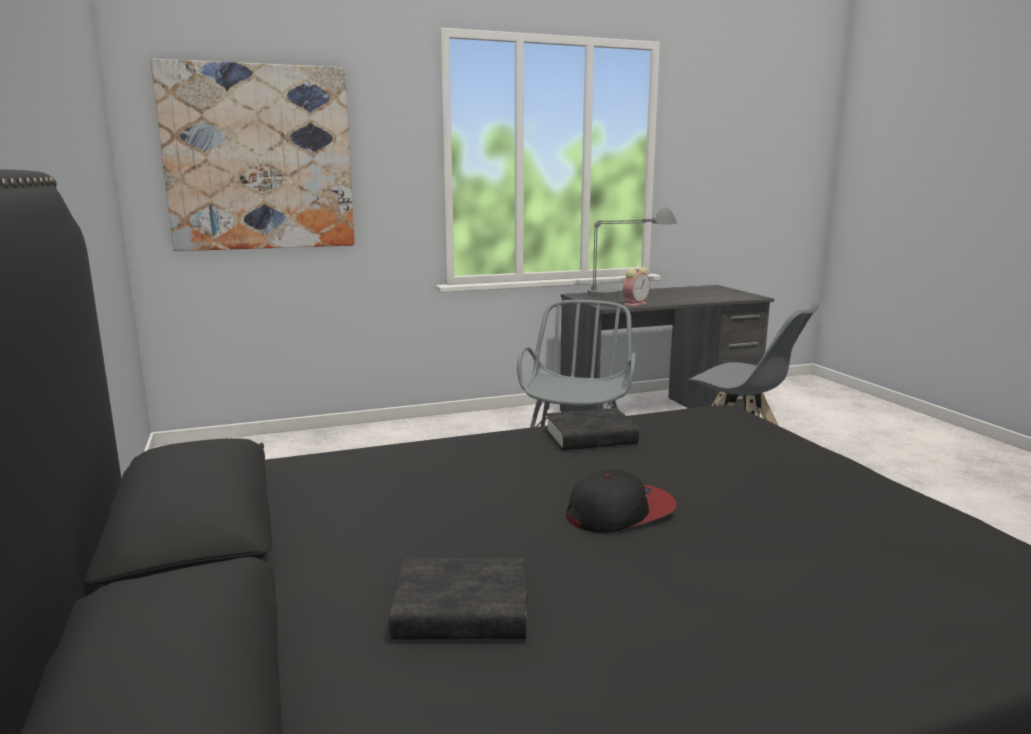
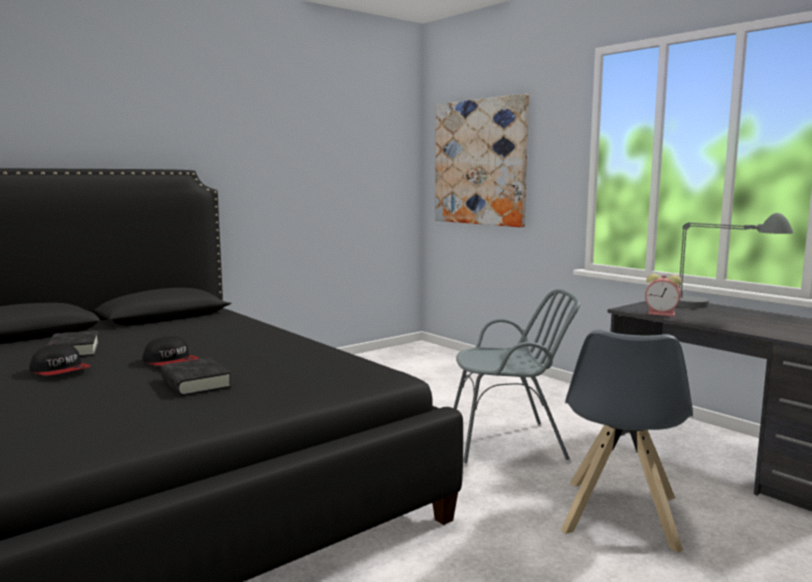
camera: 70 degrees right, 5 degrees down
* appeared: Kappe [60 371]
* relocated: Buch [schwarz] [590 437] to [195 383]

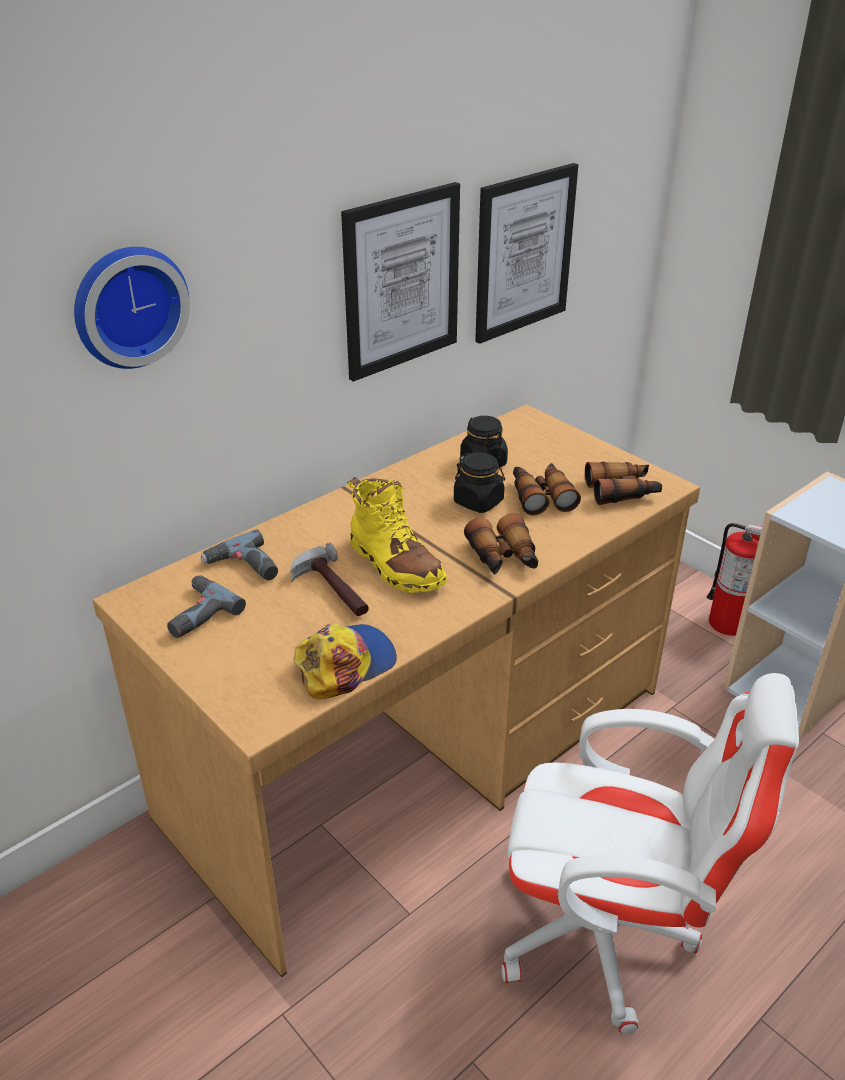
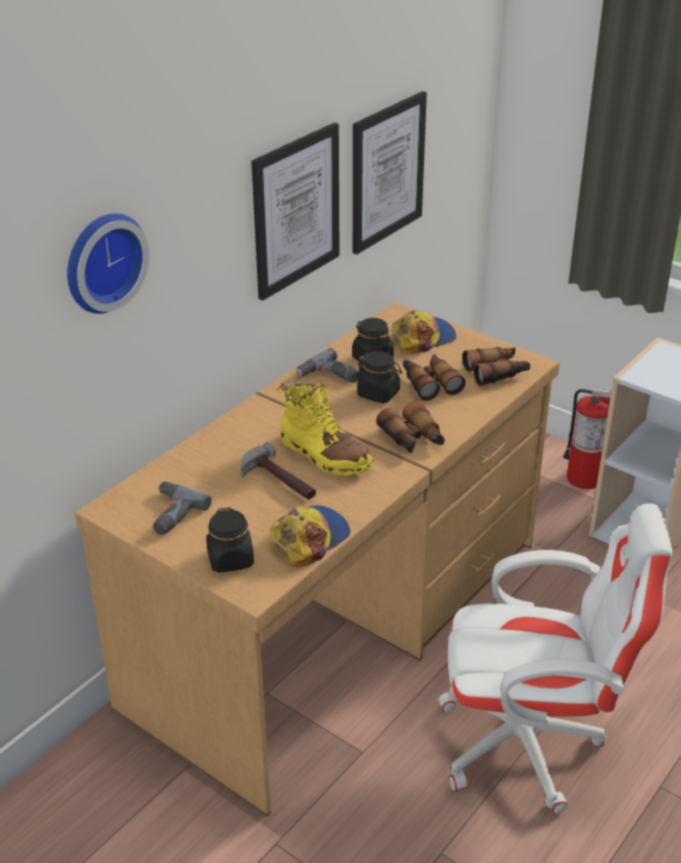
camera: 10 degrees left, 0 degrees up
* appeared: Vorratsglas [schwarz] [230 559]
* relocated: Bohrmaschine [243 567] to [329 376]
* appeared: Kappe [422 338]

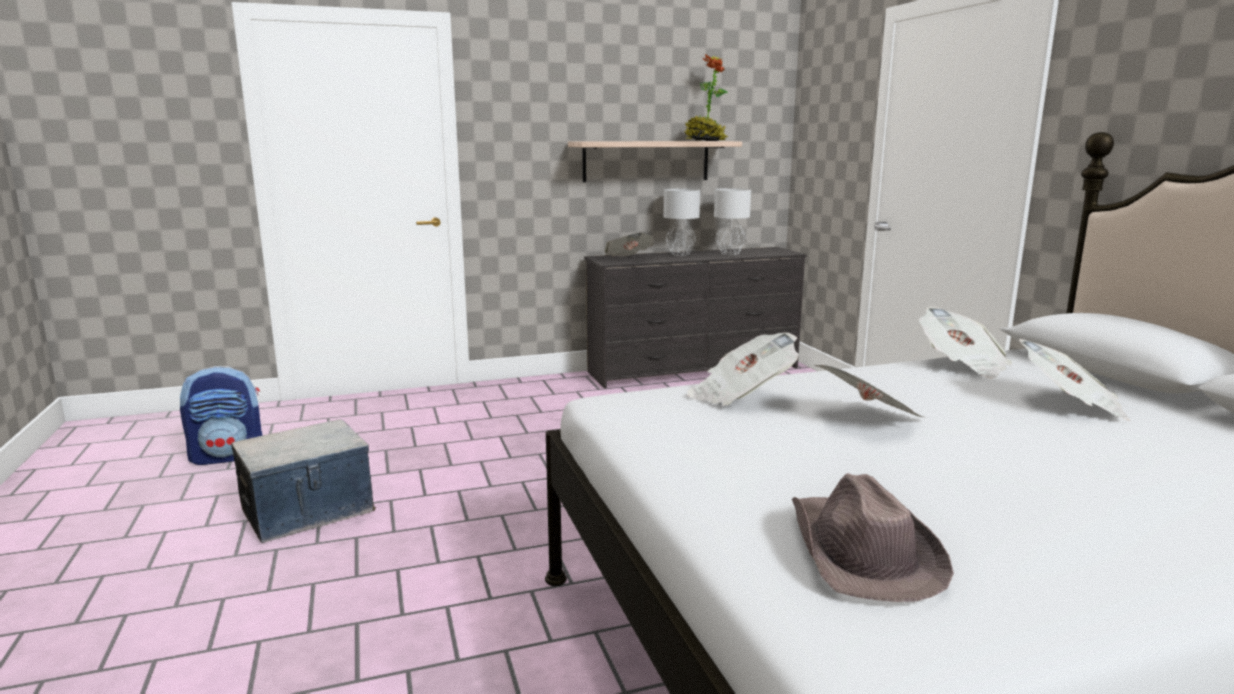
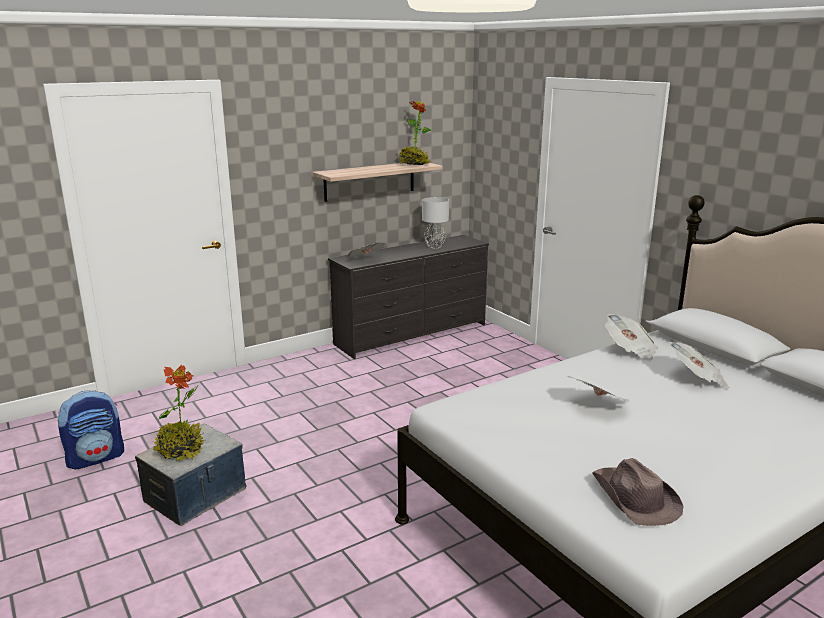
camera: 15 degrees left, 5 degrees up
* appeared: Topfpflanze [180 451]
* missing: Tischlampe [grau] [679 254]
* missing: Zeitung [741 395]

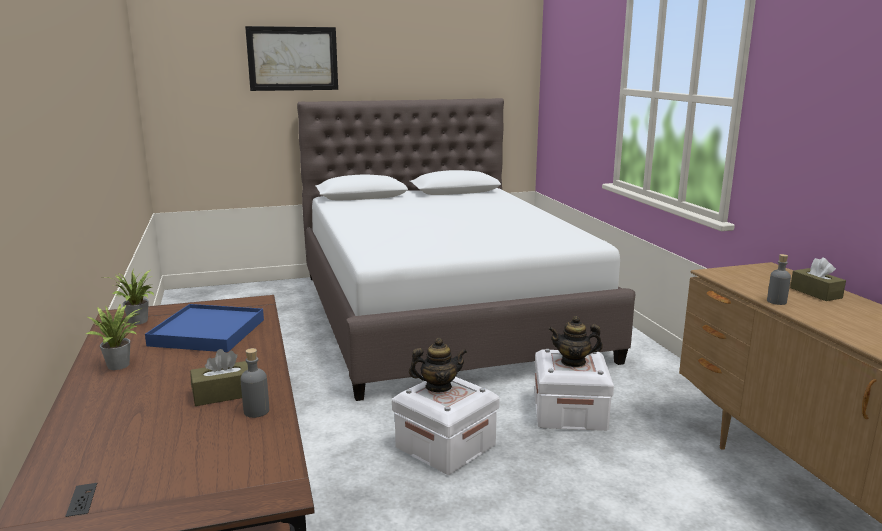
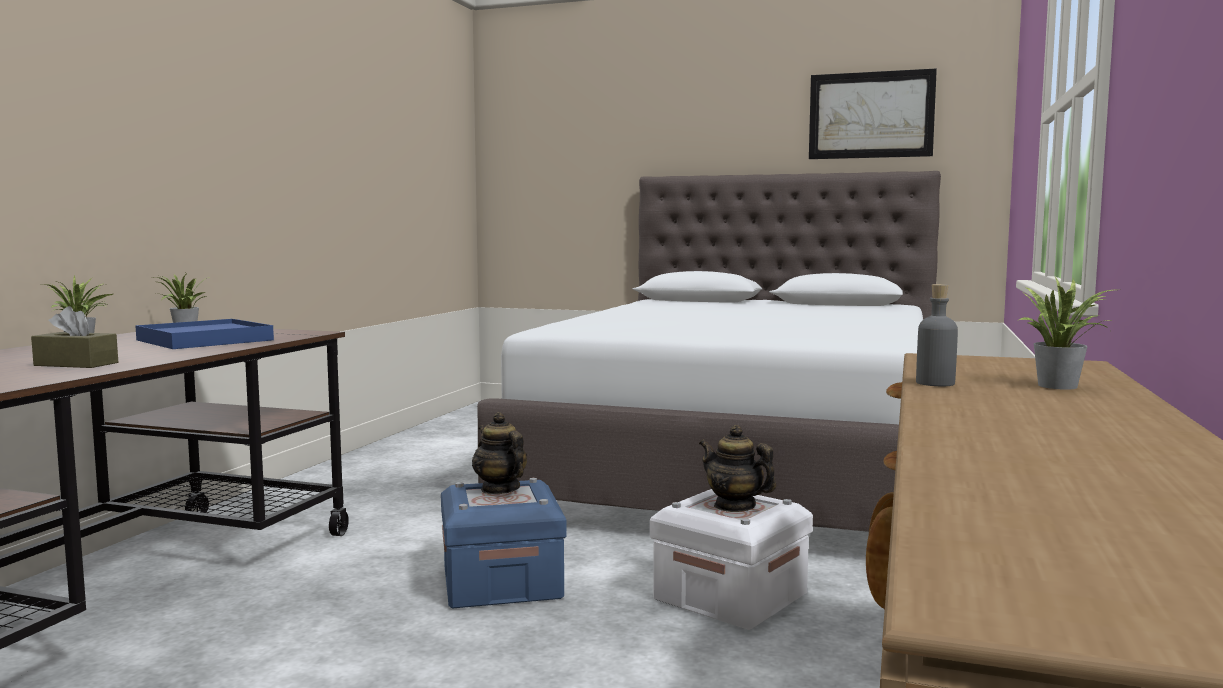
camera: 35 degrees right, 10 degrees down
* colour: Aufbewahrungsbox [weiß] [445 446] to Aufbewahrungsbox [blau] [501 583]
* spun: Teekanne [438 387] = [500 489] 150 degrees counterclockwise
* relocated: Bild [292 58] to [871 115]
* exchanged: Taschentuchbox [braun] [815 293] to Topfpflanze [1063 386]
* missing: Flasche [grau] [256 411]

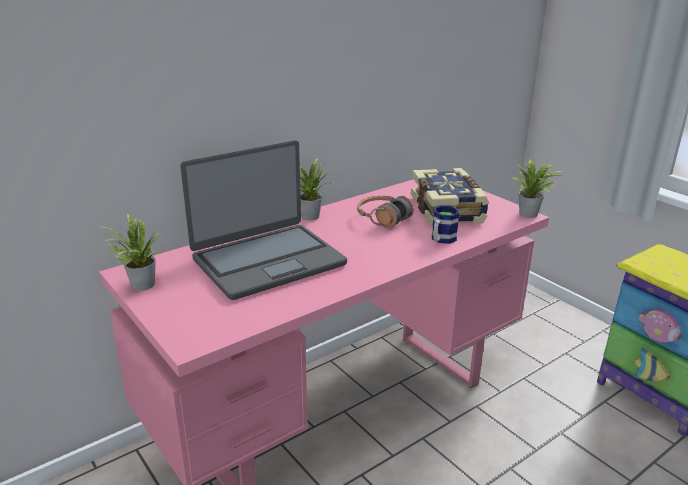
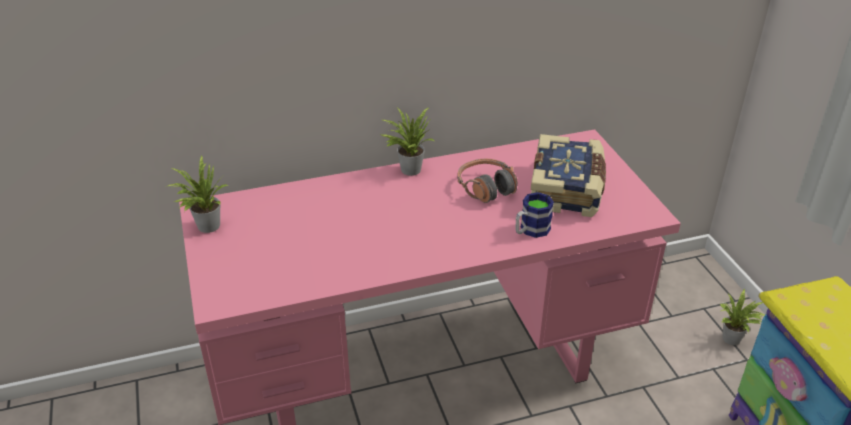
camera: 20 degrees right, 10 degrees up
* relocated: Topfpflanze [530 214] to [733 340]
* missing: Laptop [267 261]

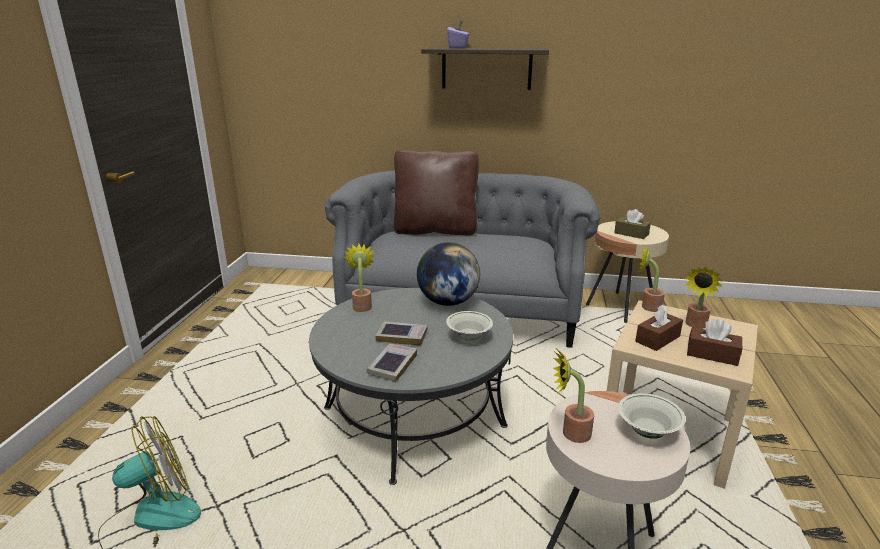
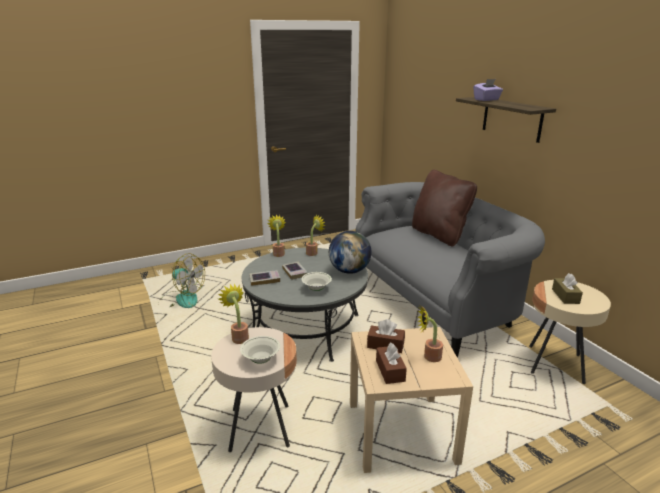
camera: 55 degrees right, 0 degrees up
* relocated: Topfpflanze [647 306] to [278 253]

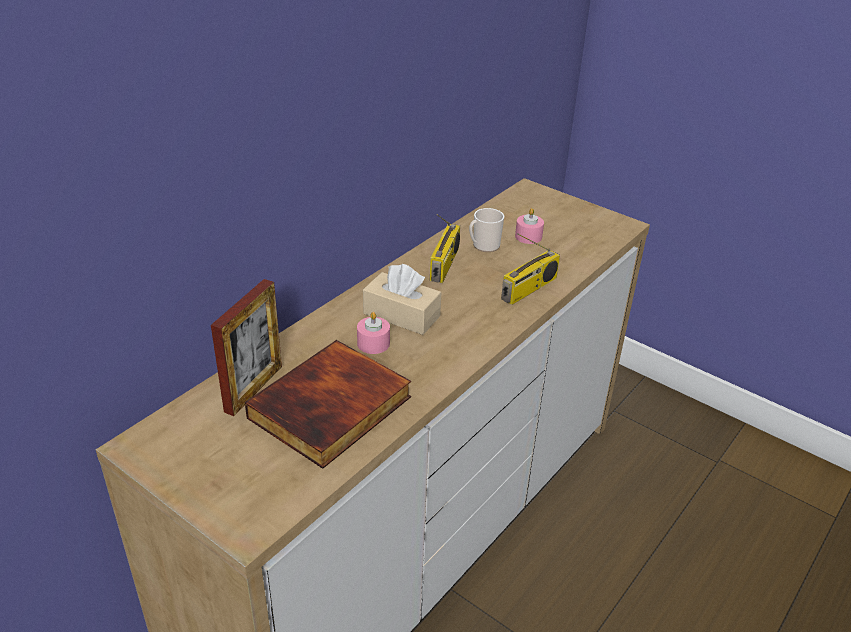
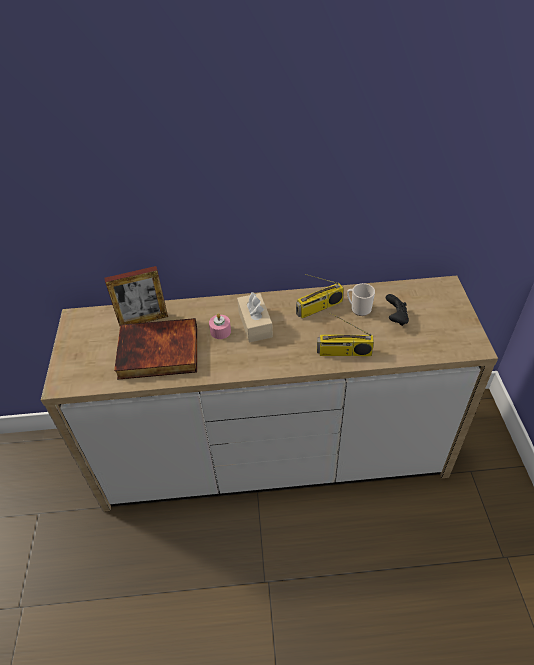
camera: 50 degrees right, 10 degrees up
* exchanged: Kerze [rosa] [528 236] to Gamepad [schwarz] [396 318]

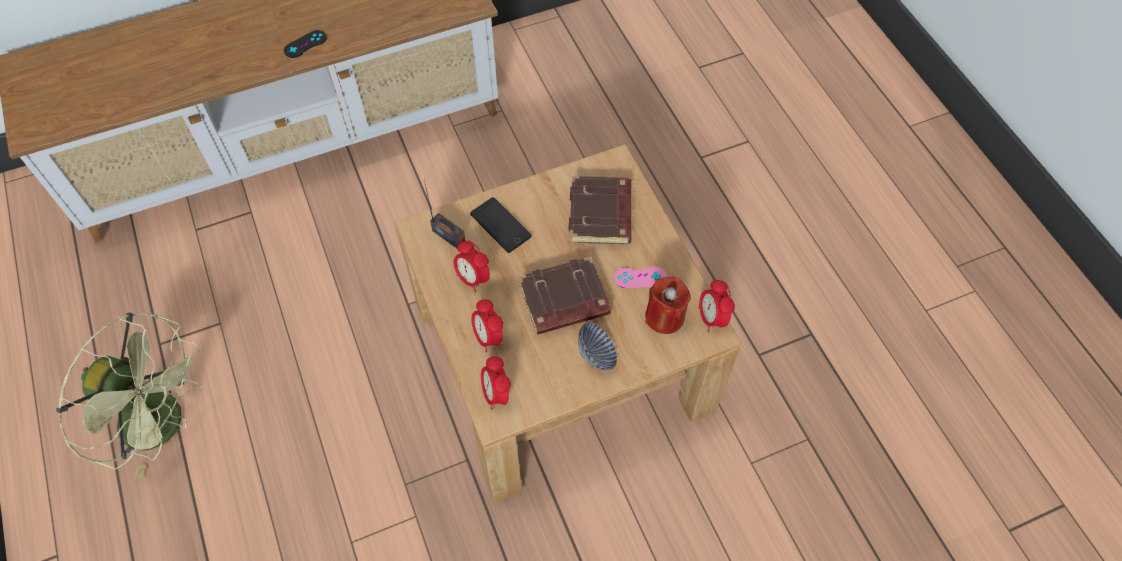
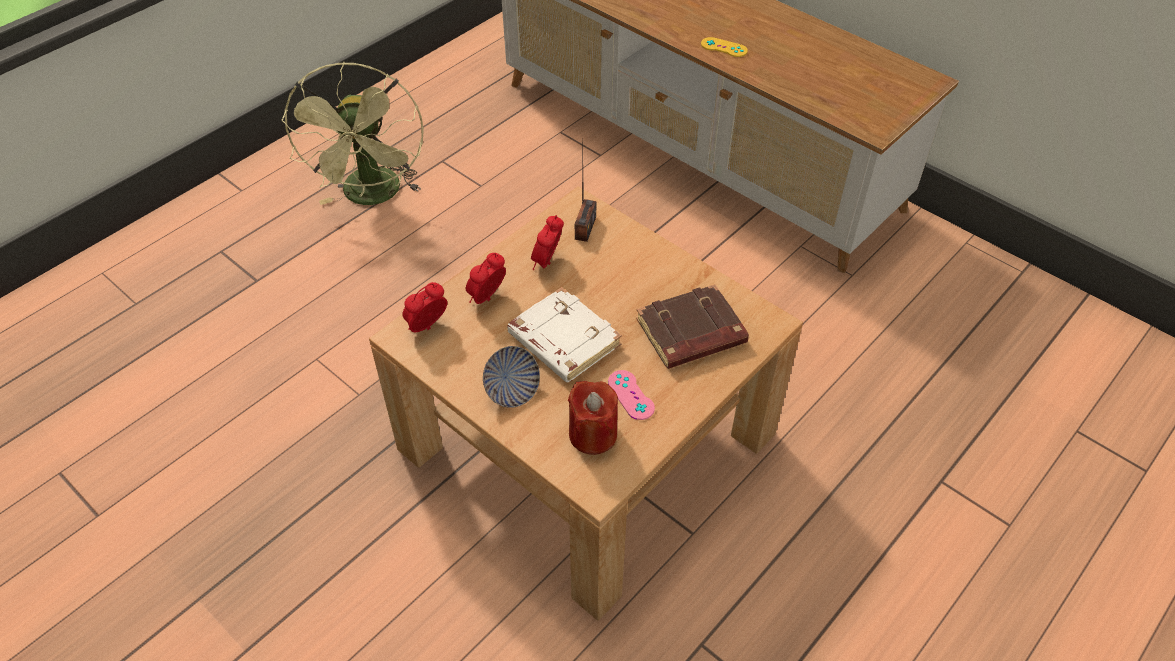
camera: 65 degrees right, 10 degrees down
* colour: Buch [braun] [563 301] to Buch [weiß] [562 340]
* colour: Gamepad [schwarz] [305 44] to Gamepad [gelb] [724 47]
* missing: Handy [500 225]
* missing: Wecker [712 318]

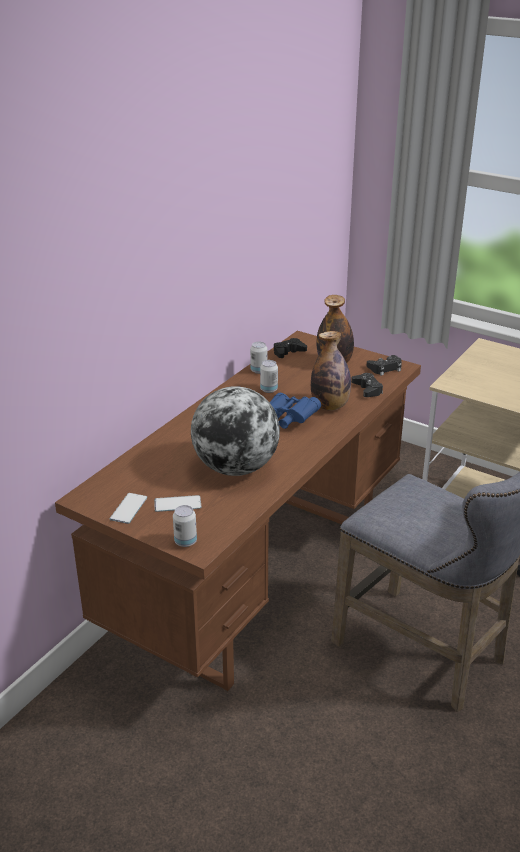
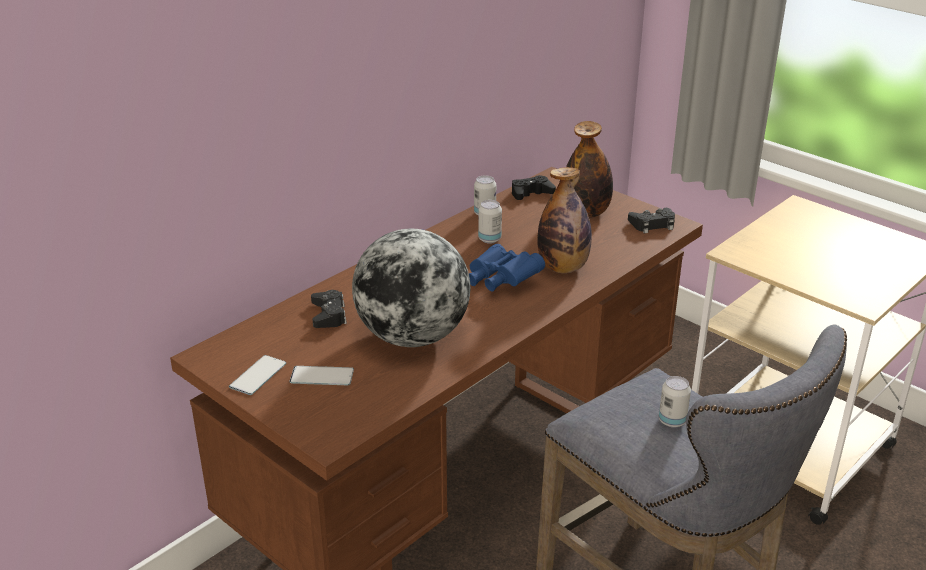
camera: 10 degrees right, 0 degrees up
* relocated: Gamepad [schwarz] [367 389] to [329 315]
* relocated: Dose [185 542] to [672 421]

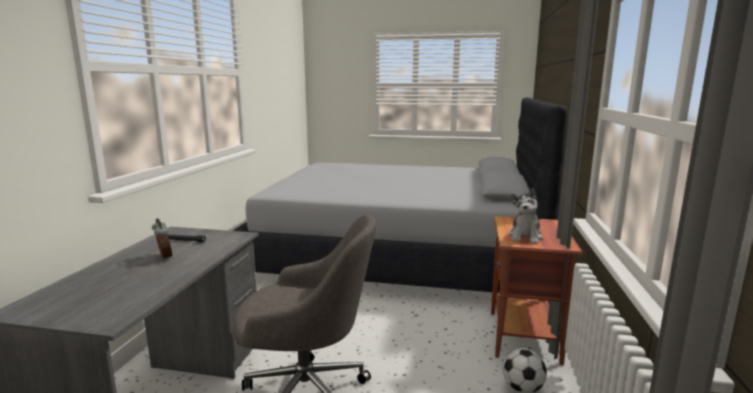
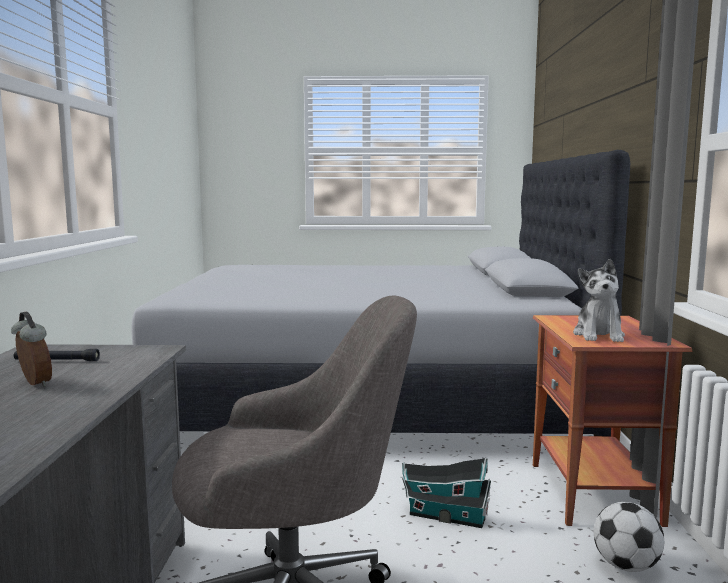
camera: 10 degrees left, 5 degrees down
* appeared: Spielzeughaus [444 516]

